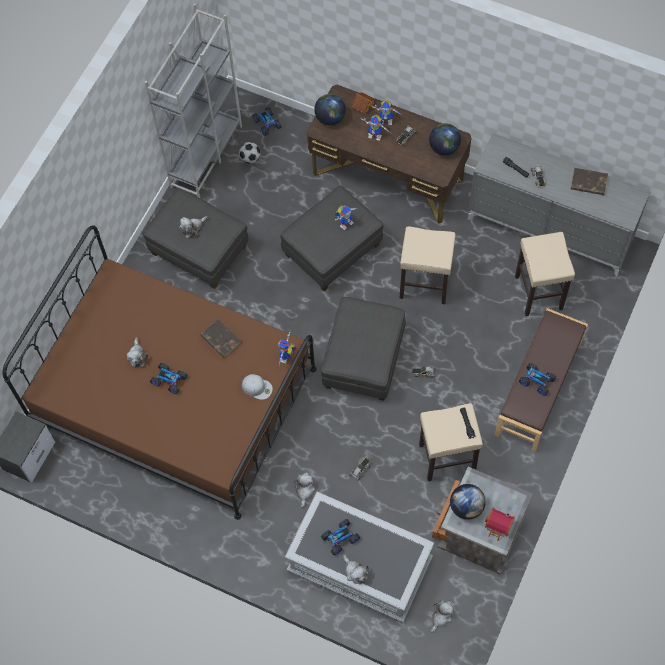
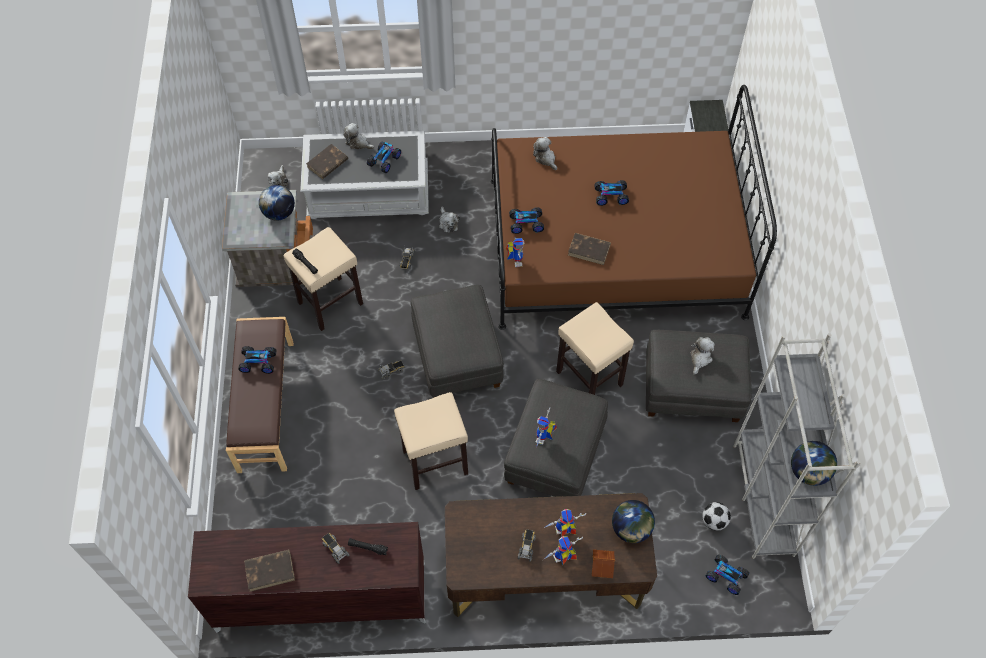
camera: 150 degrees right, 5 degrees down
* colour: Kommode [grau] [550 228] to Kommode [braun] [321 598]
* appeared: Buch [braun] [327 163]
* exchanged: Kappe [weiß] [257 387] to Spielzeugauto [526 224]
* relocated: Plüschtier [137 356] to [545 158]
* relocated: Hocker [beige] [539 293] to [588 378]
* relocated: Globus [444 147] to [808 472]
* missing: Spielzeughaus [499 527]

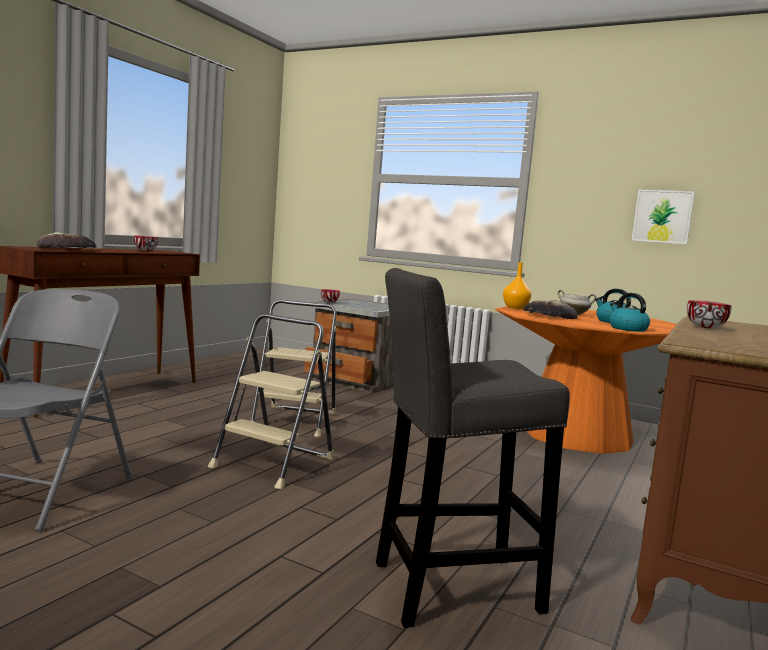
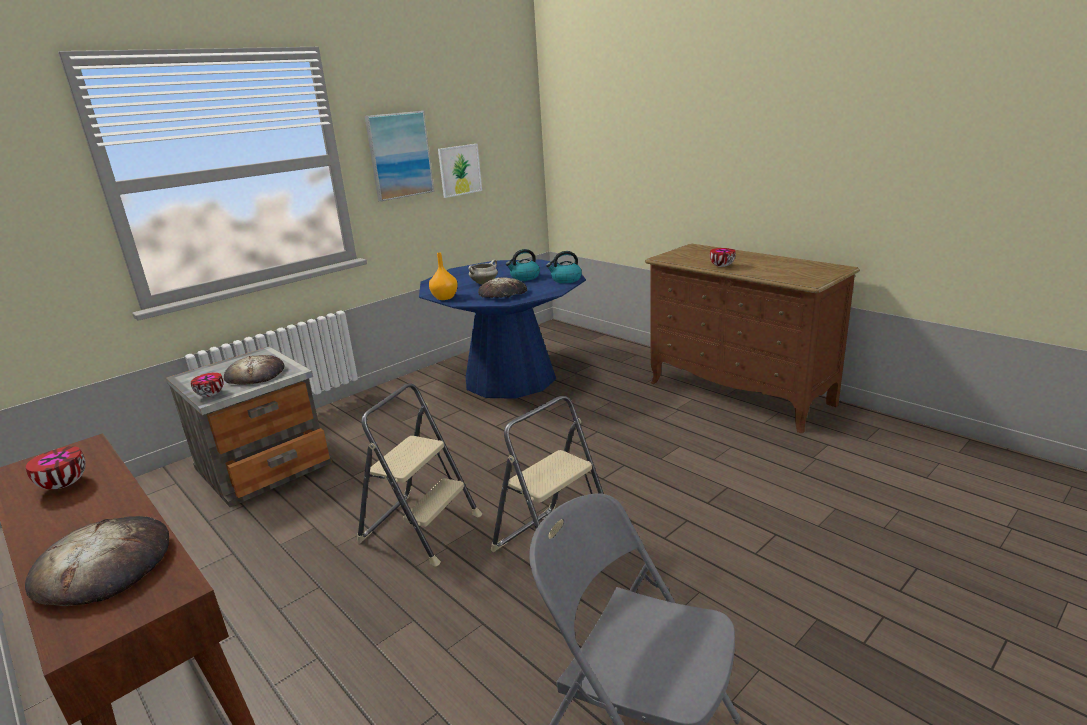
camera: 70 degrees left, 15 degrees up
* appeared: Brot [255 374]
* appeared: Bild [399 155]
* colour: Esstisch [orange] [576 434] to Esstisch [blau] [510 378]
* missing: Hocker [grau] [447 588]

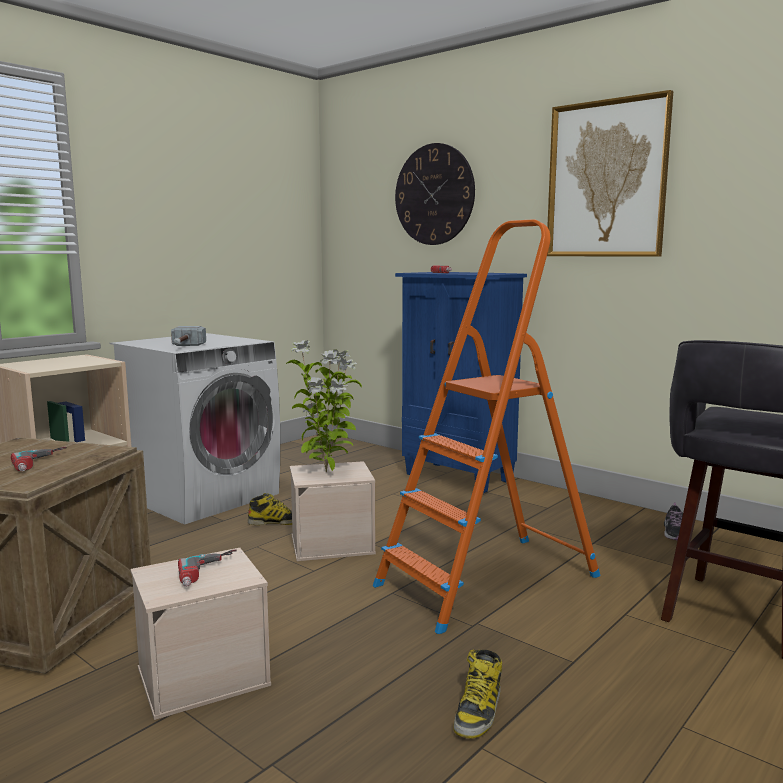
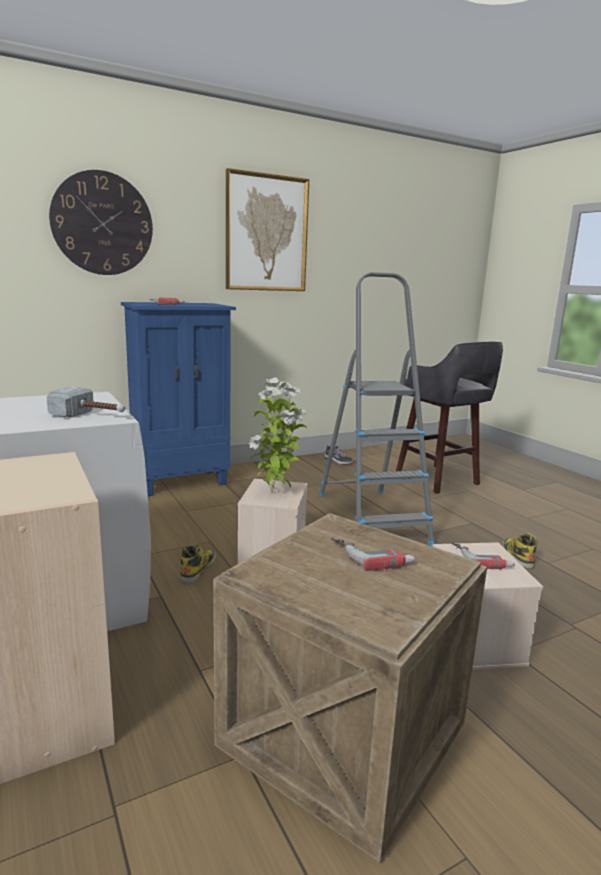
camera: 70 degrees left, 5 degrees up
* colour: Trittleiter [orange] [487 581] to Trittleiter [grau] [371 518]
* spun: Stiefel [478 711] = [517 556] 135 degrees counterclockwise

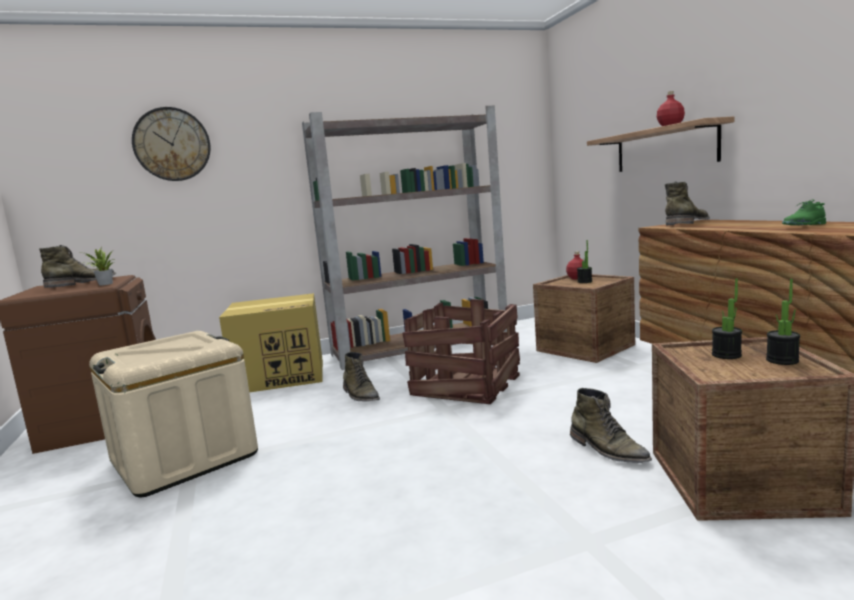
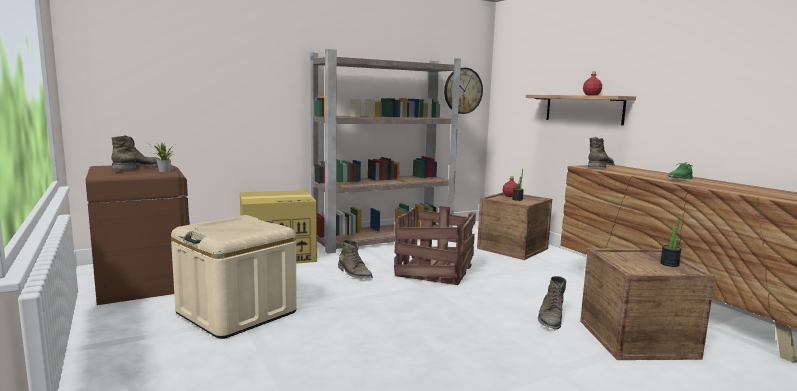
camera: 10 degrees left, 0 degrees up
* relocated: Wanduhr [172 144] to [463 90]
* spun: Stiefel [grün] [608 450] = [550 318] 60 degrees clockwise
* missing: Topfpflanze [726 355]

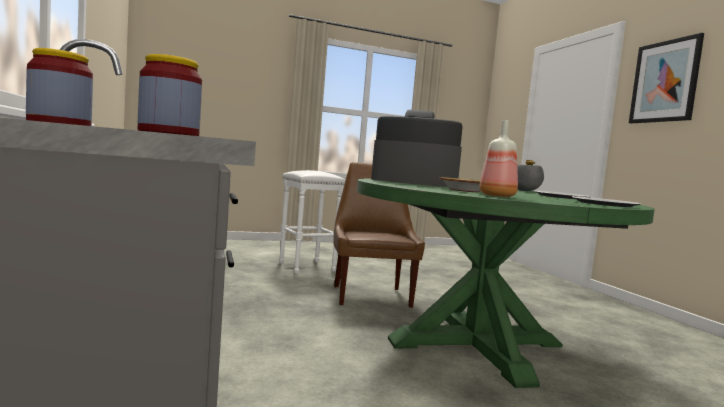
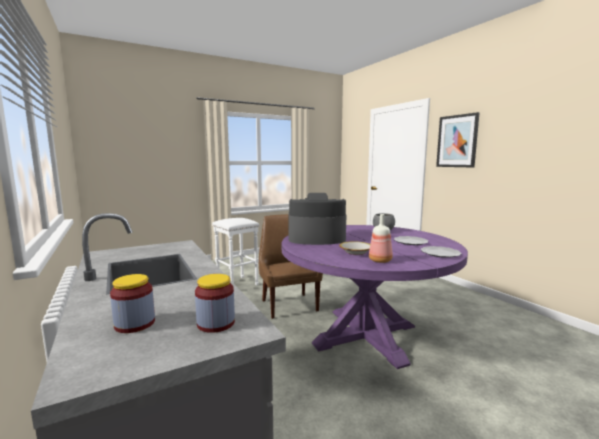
camera: 10 degrees left, 5 degrees up
* colour: Esstisch [grün] [476 343] to Esstisch [lila] [365 335]

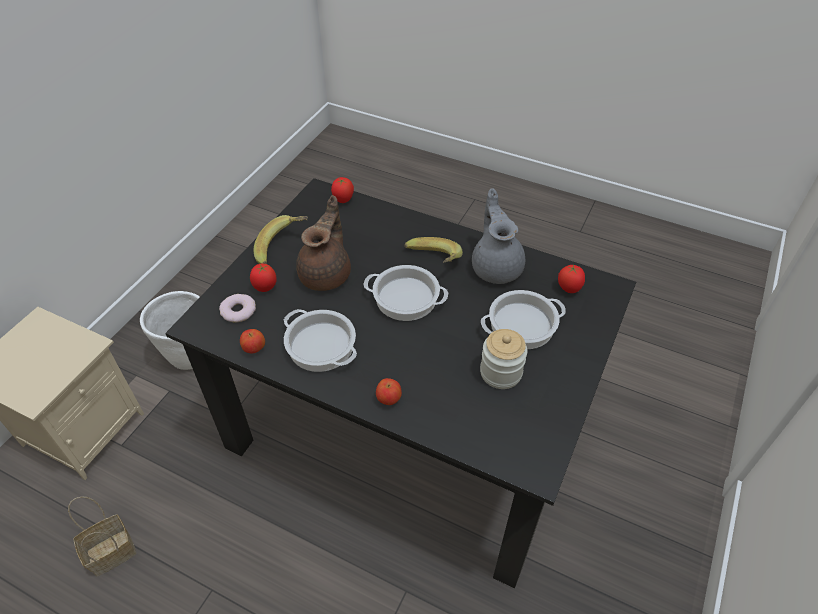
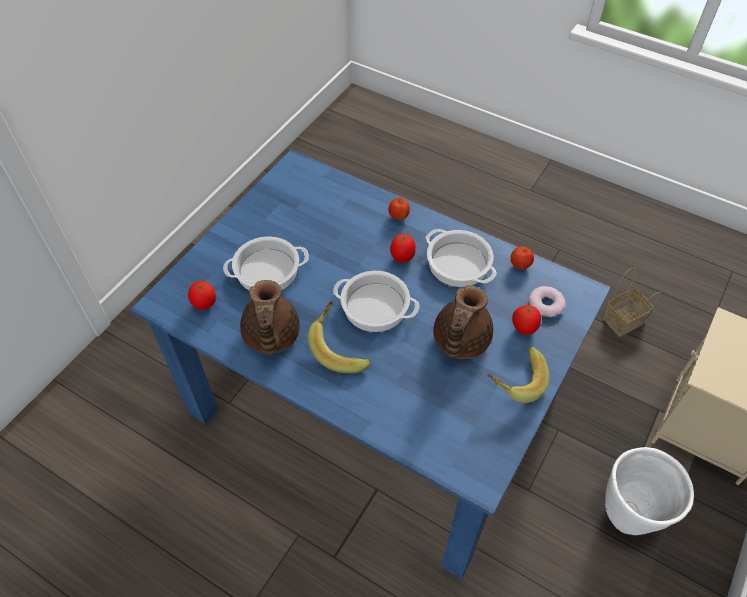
camera: 175 degrees left, 5 degrees up
* colour: Esstisch [schwarz] [411 425] to Esstisch [blau] [370 407]
* colour: Teekanne [grau] [496 267] to Teekanne [braun] [271 337]
* relocated: Tomate [343 200] to [402 258]
* missing: Vorratsglas [500 372]

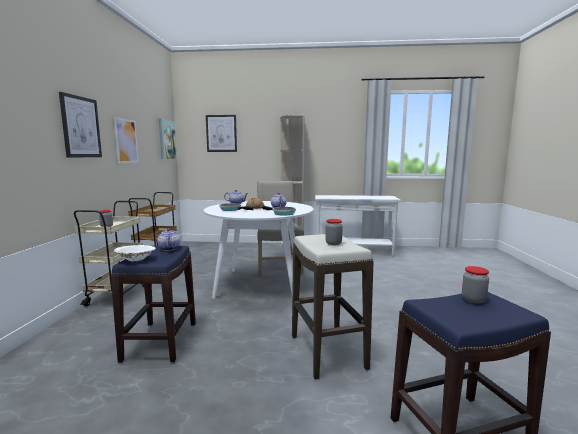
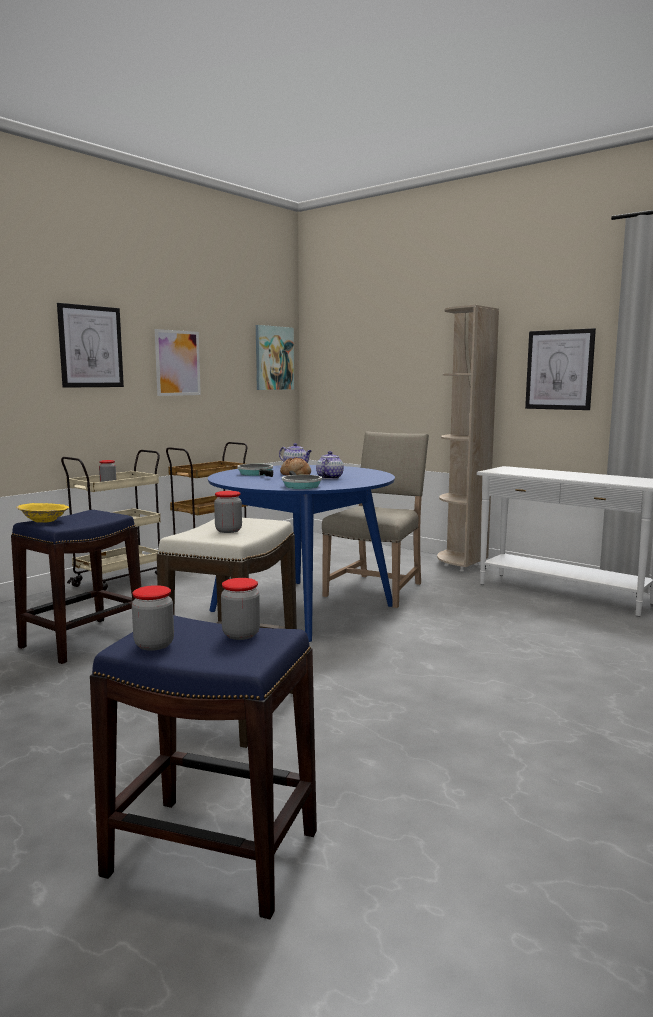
camera: 35 degrees right, 0 degrees up
* colour: Schüssel [weiß] [136 259] to Schüssel [gelb] [44 521]
* appeared: Vorratsglas [154 645]
* colour: Esstisch [weiß] [260 284] to Esstisch [blau] [302 608]
* relocated: Bild [221 133] to [559 370]
* missing: Teekanne [169 248]

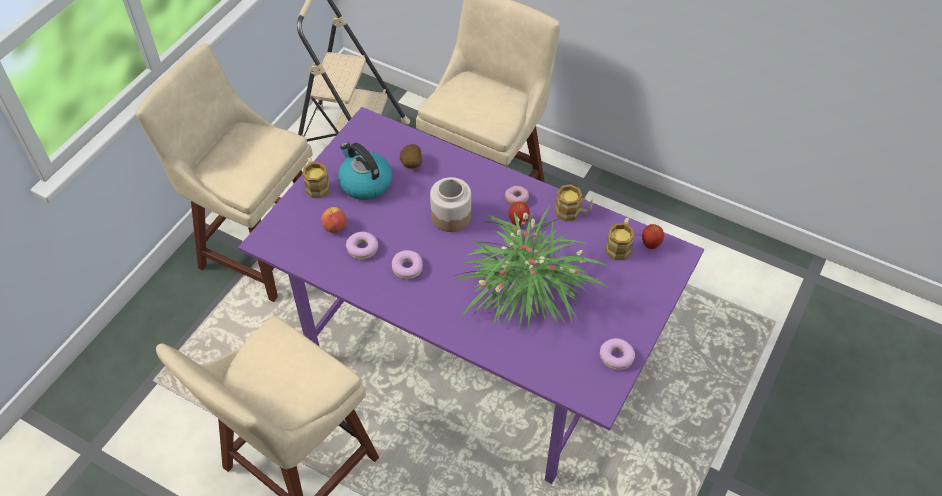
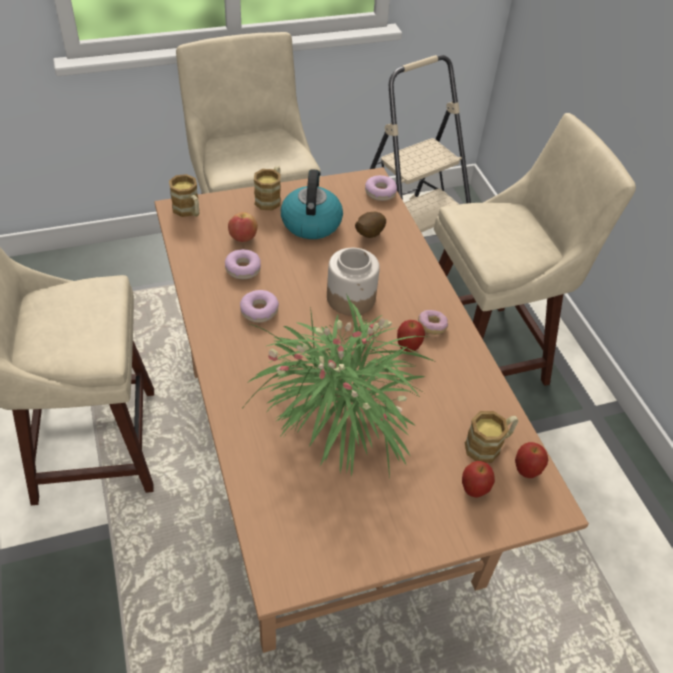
camera: 40 degrees right, 5 degrees down
* colour: Esstisch [lila] [473 350] to Esstisch [braun] [328 472]
* relocated: Henkelbecher [572 212] to [188 211]
* relocated: Donut [616 357] to [380 192]
* appeared: Apfel [474 490]

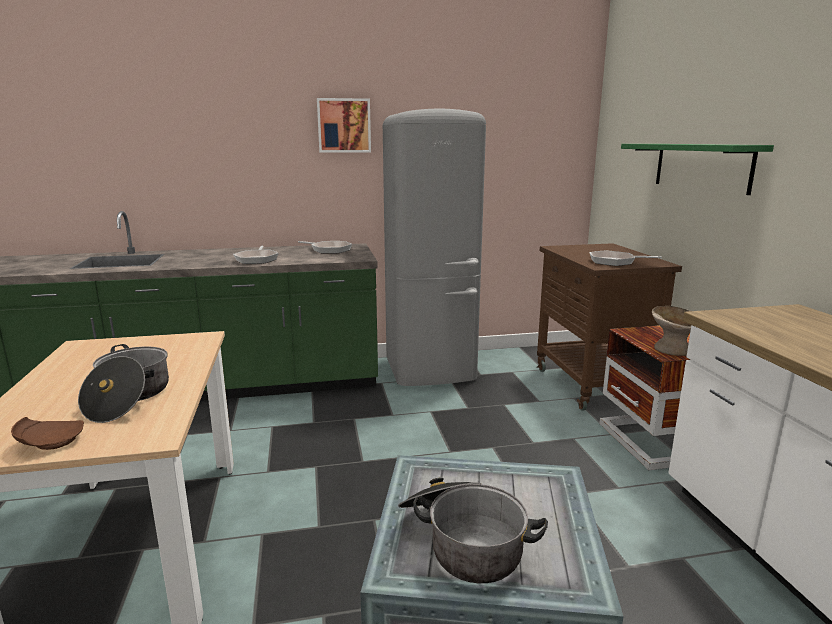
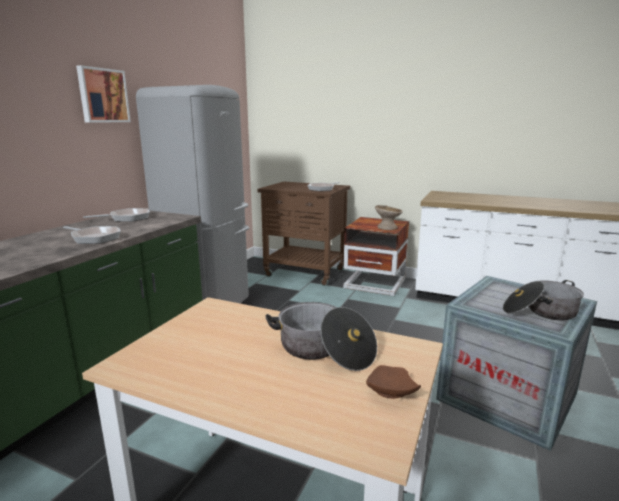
camera: 55 degrees left, 0 degrees up
* missing: Wandregal [grün] [701 166]

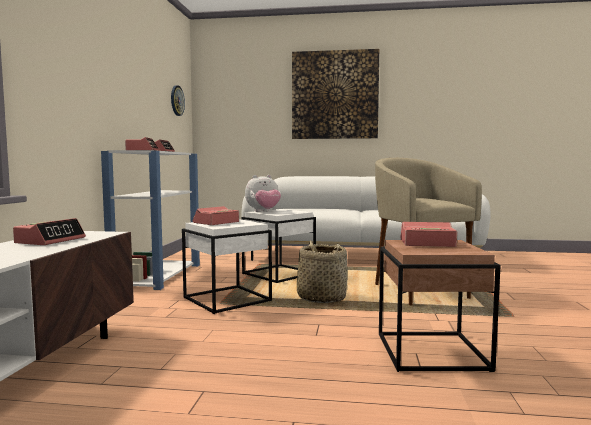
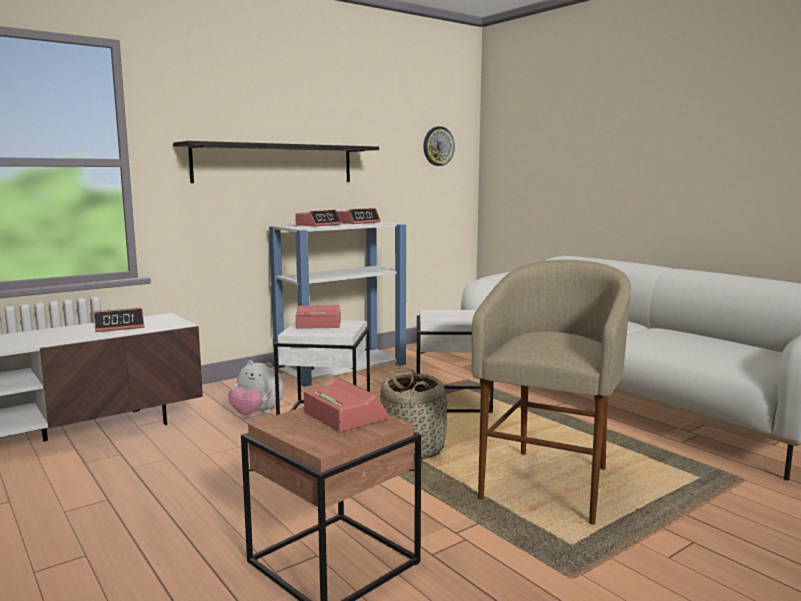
camera: 45 degrees right, 5 degrees up
* appeared: Wandregal [schwarz] [275 164]
* relocated: Plüschtier [263 212] to [257 414]
* missing: Bild [334 95]

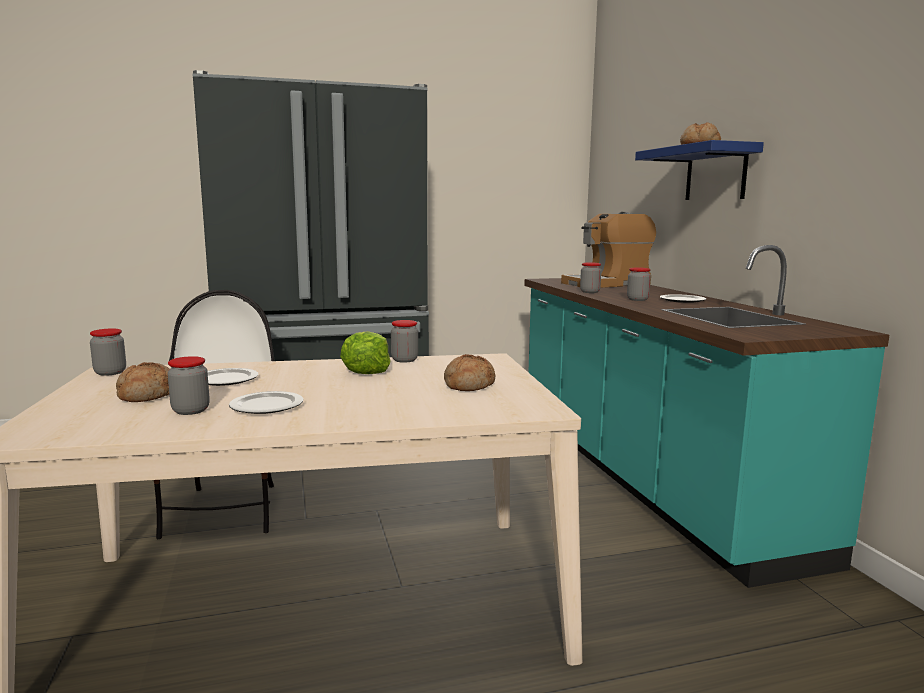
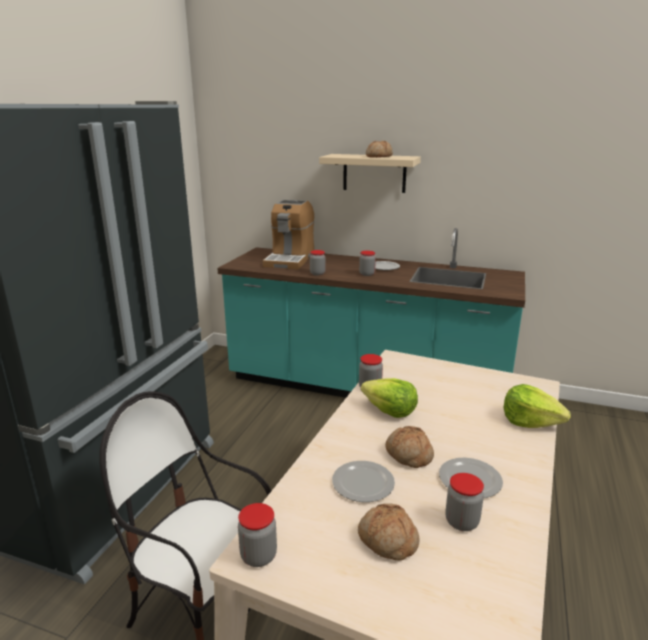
camera: 55 degrees left, 10 degrees up
* colour: Wandregal [blau] [715 174] to Wandregal [beige] [374 173]
* relocated: Brot [468 385] to [408 454]
* appeared: Salatkopf [530 421]

